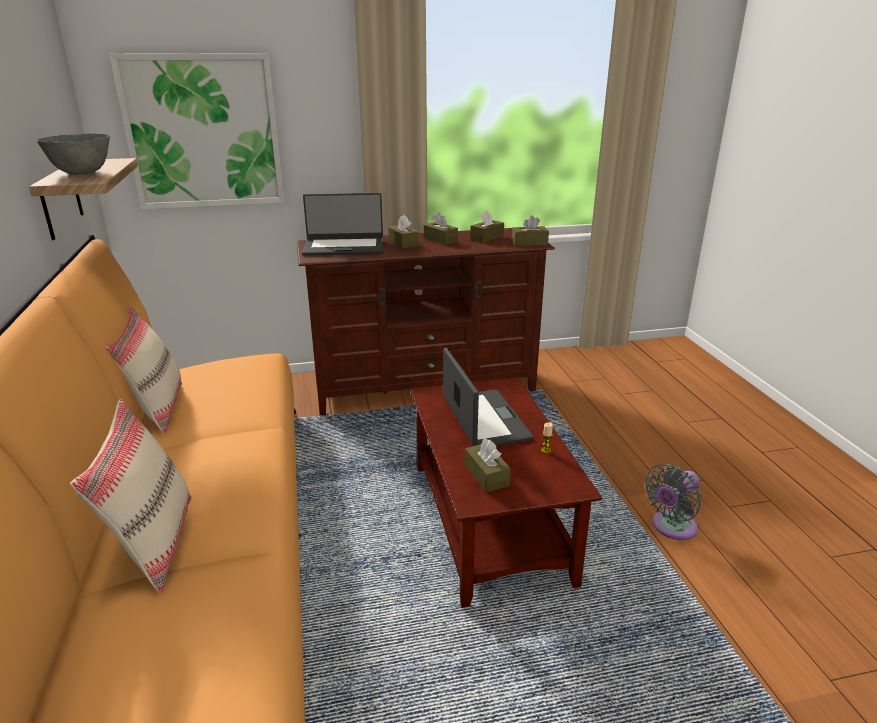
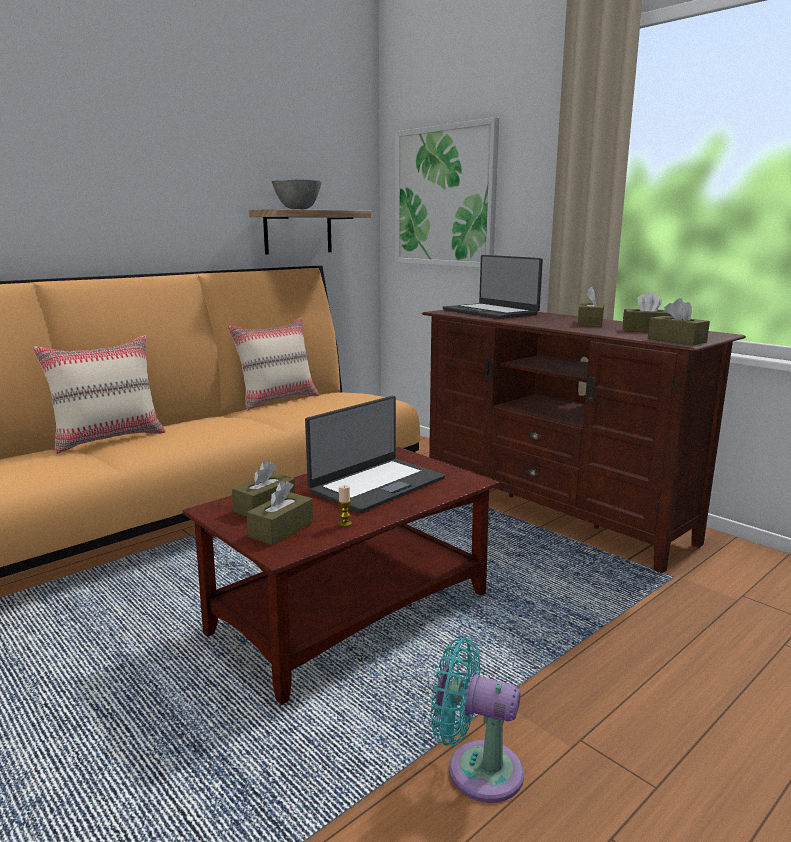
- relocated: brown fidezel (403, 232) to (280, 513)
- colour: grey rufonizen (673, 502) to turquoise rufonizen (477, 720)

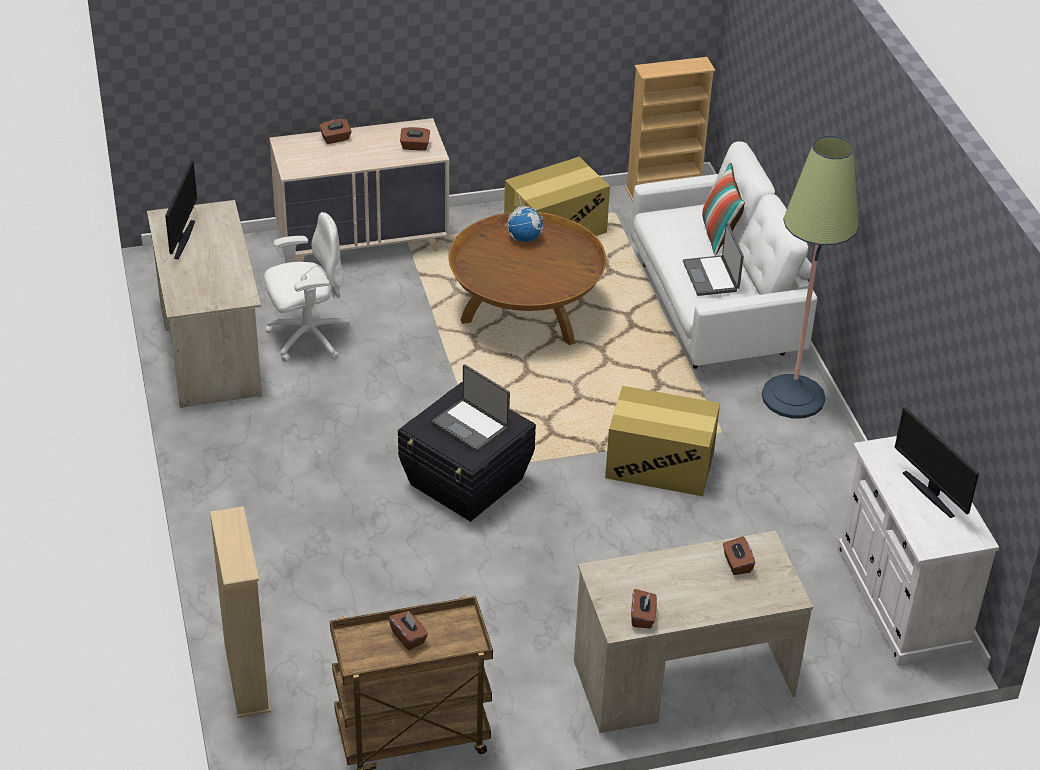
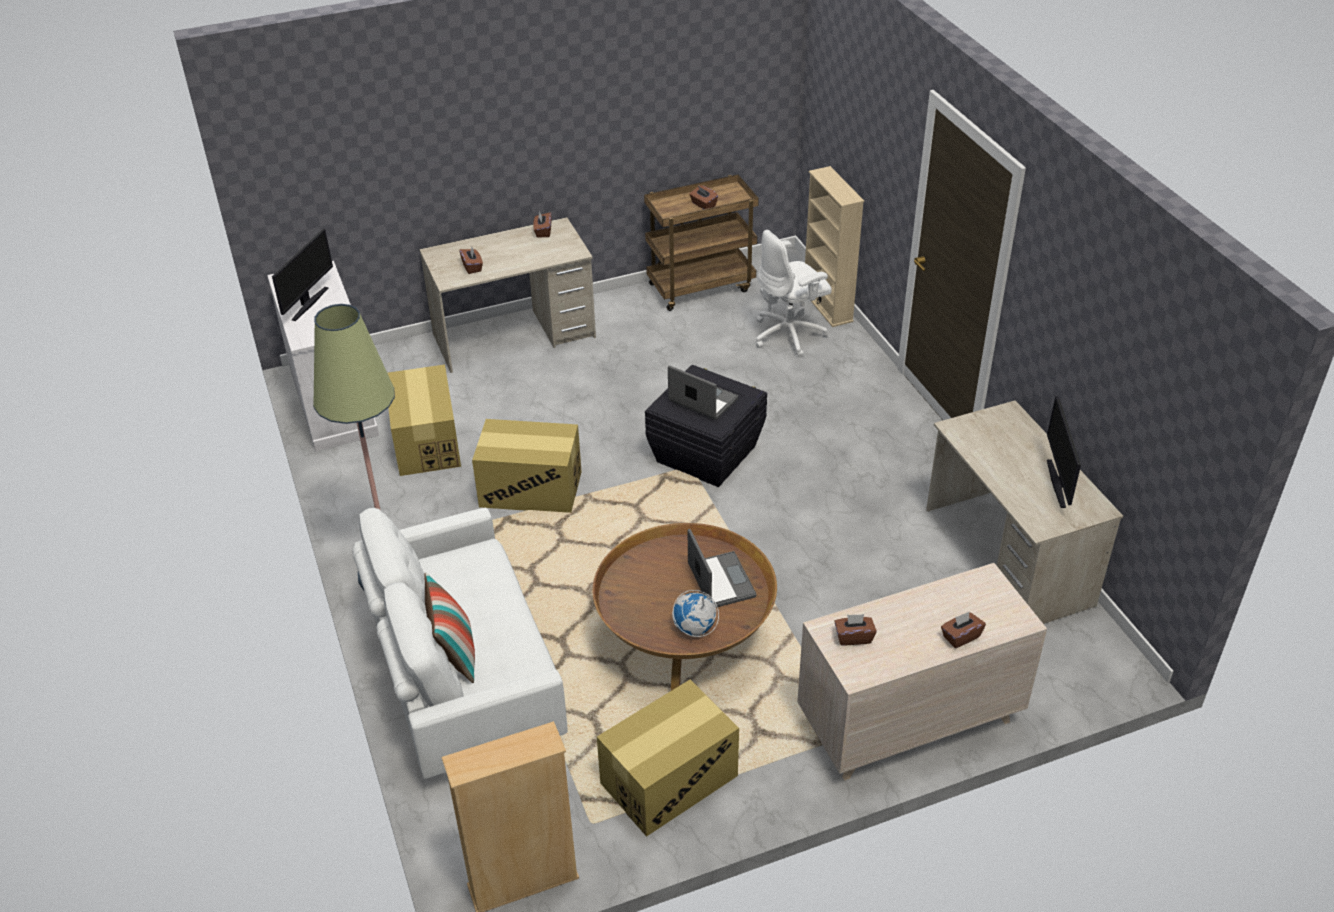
- relocated: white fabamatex (307, 287) to (794, 293)
- relocated: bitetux (713, 259) to (722, 568)
- spun: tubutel (936, 462) = (302, 275) 60 degrees clockwise
- appeared: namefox (424, 420)

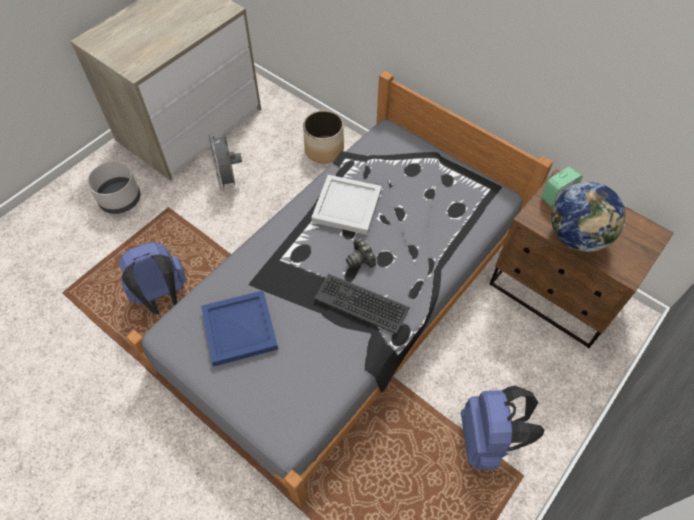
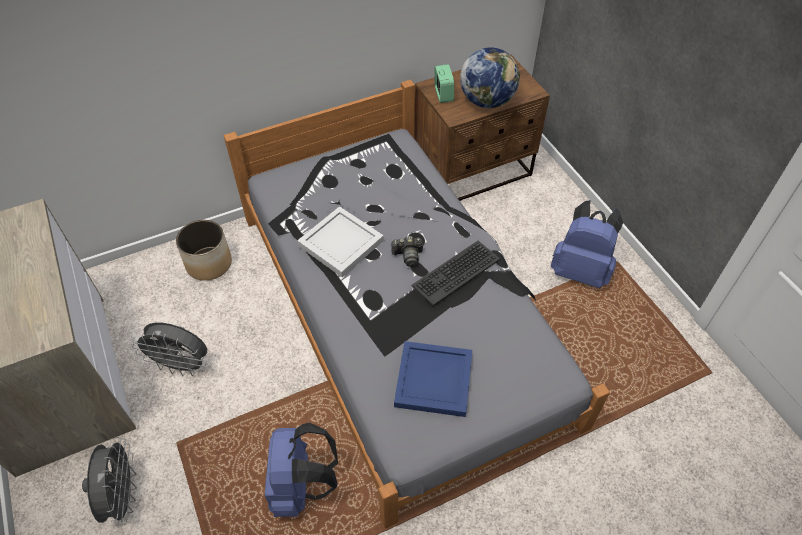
- exchanged: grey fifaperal (113, 188) to grey rufonizen (109, 481)

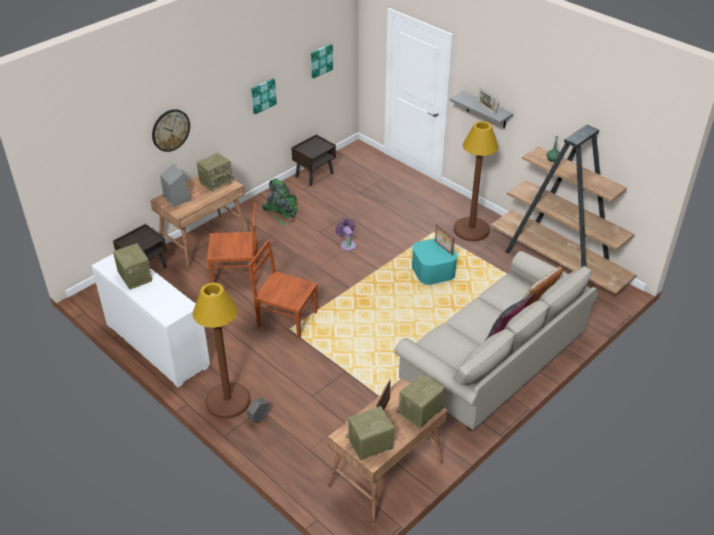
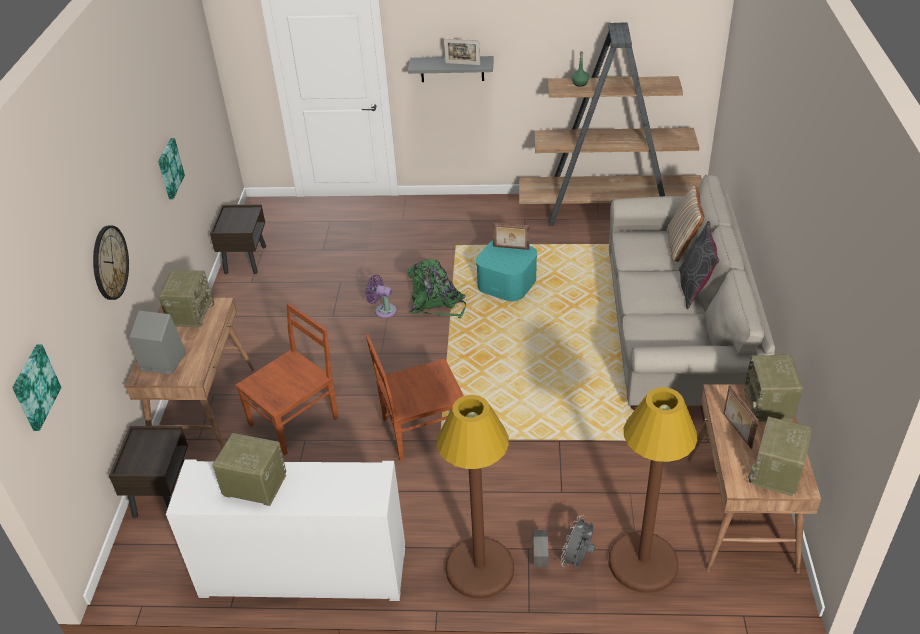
- relocated: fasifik (322, 61) to (37, 387)
- relocated: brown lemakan (476, 181) to (653, 490)
- relocated: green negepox (280, 202) to (436, 289)
- appeared: grey rufonizen (578, 541)

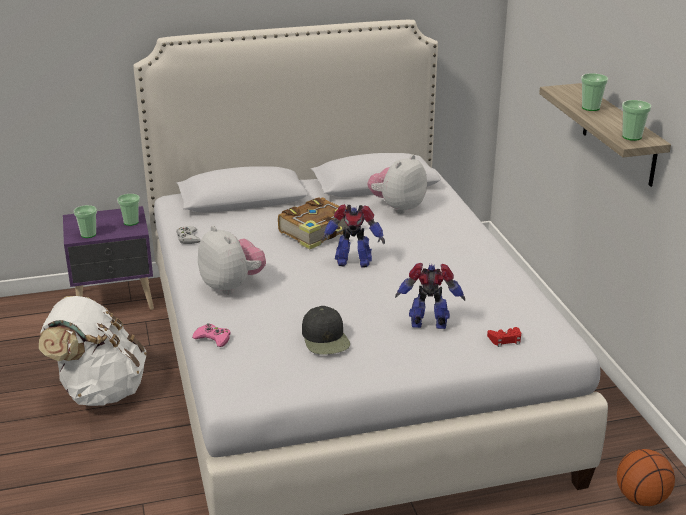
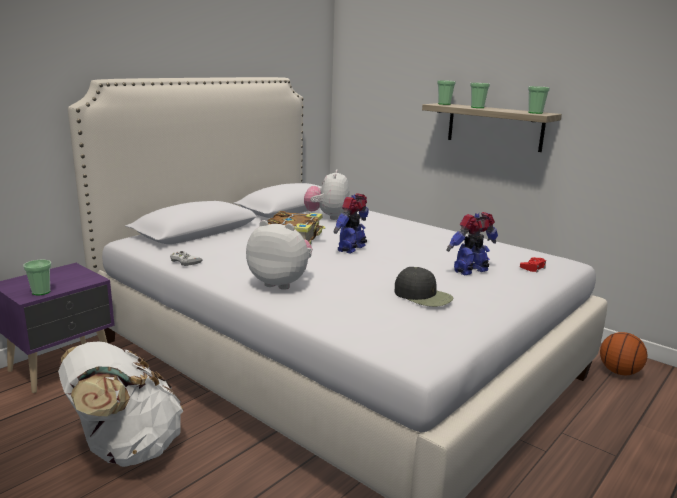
- relocated: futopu (128, 210) to (446, 92)
- spun: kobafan (353, 236) = (350, 223) 150 degrees clockwise
- missing: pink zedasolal (211, 335)

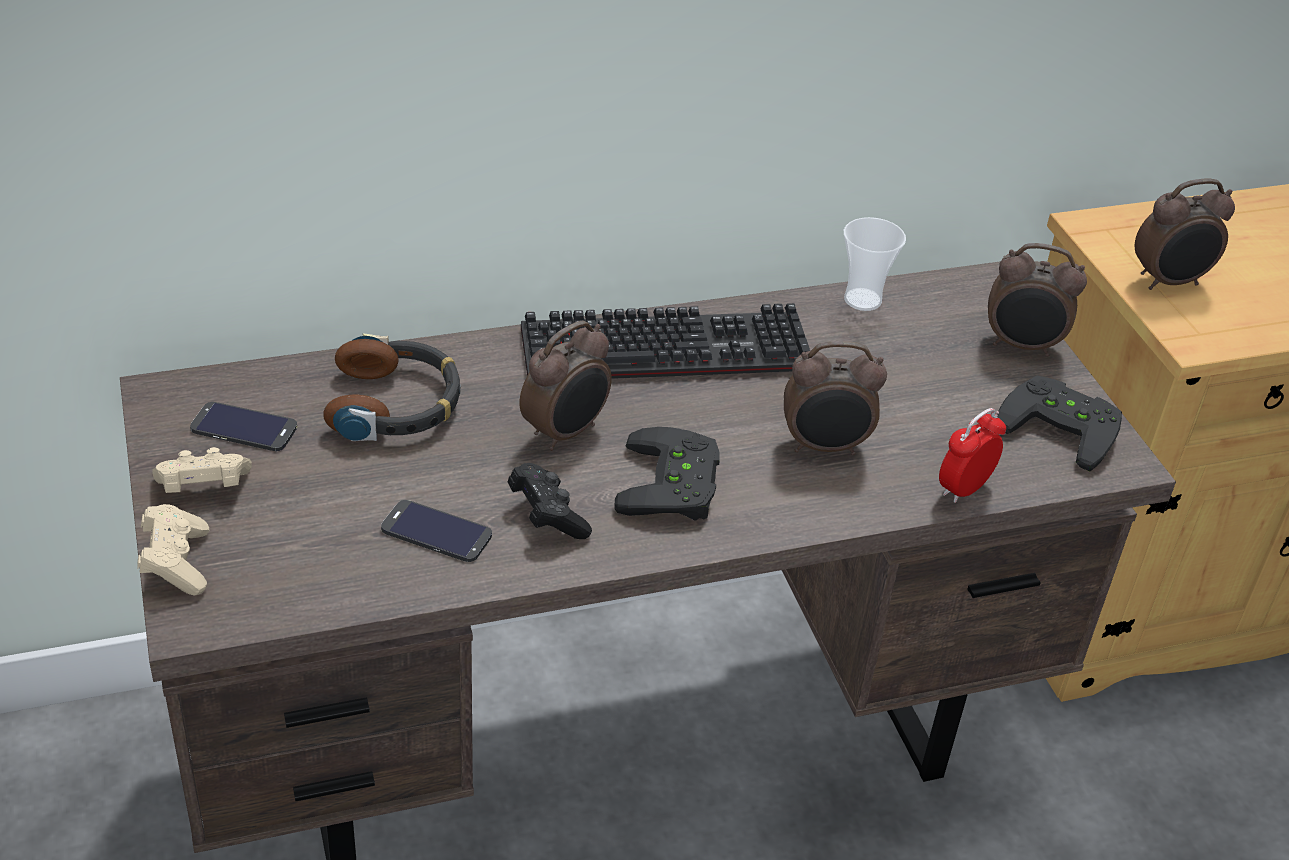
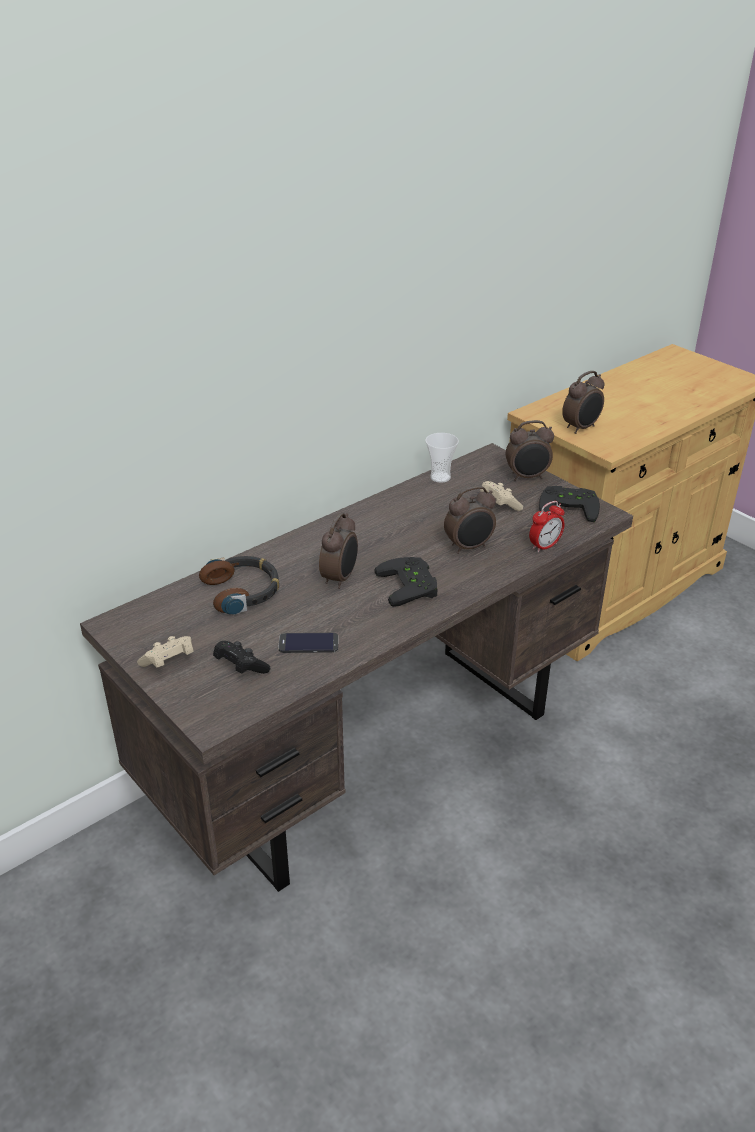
- missing: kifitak (665, 341)
- missing: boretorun (243, 426)
- spun: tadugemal (972, 455) = (547, 526) 150 degrees counterclockwise
- relocated: black zedasolal (550, 501) to (241, 657)
- relocated: beige zedasolal (173, 550) to (501, 496)

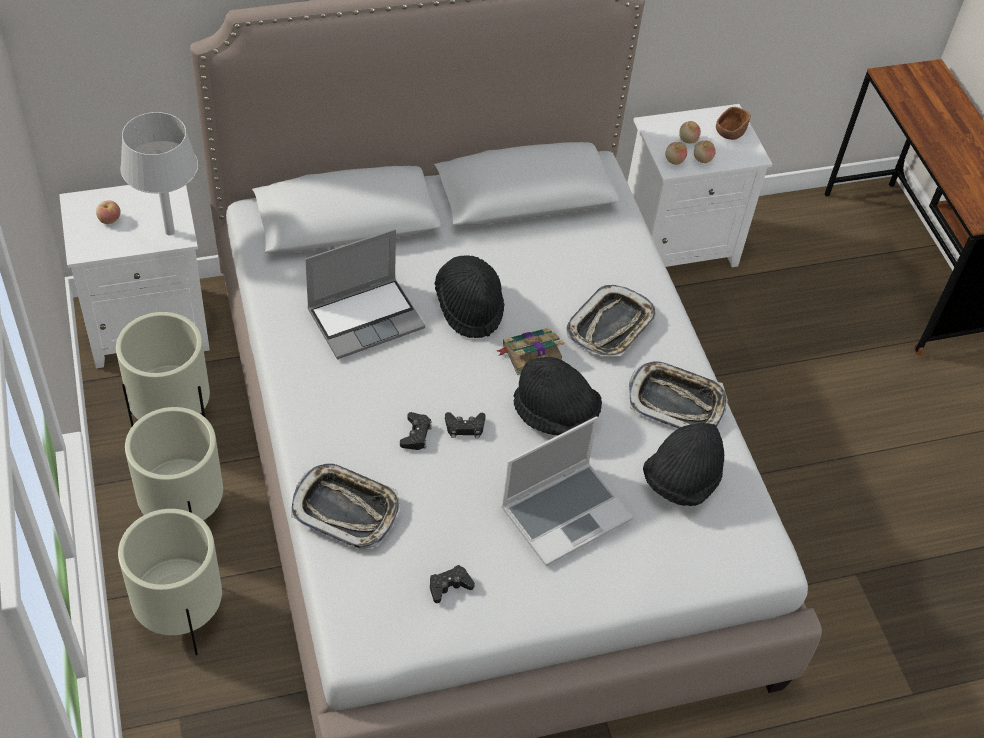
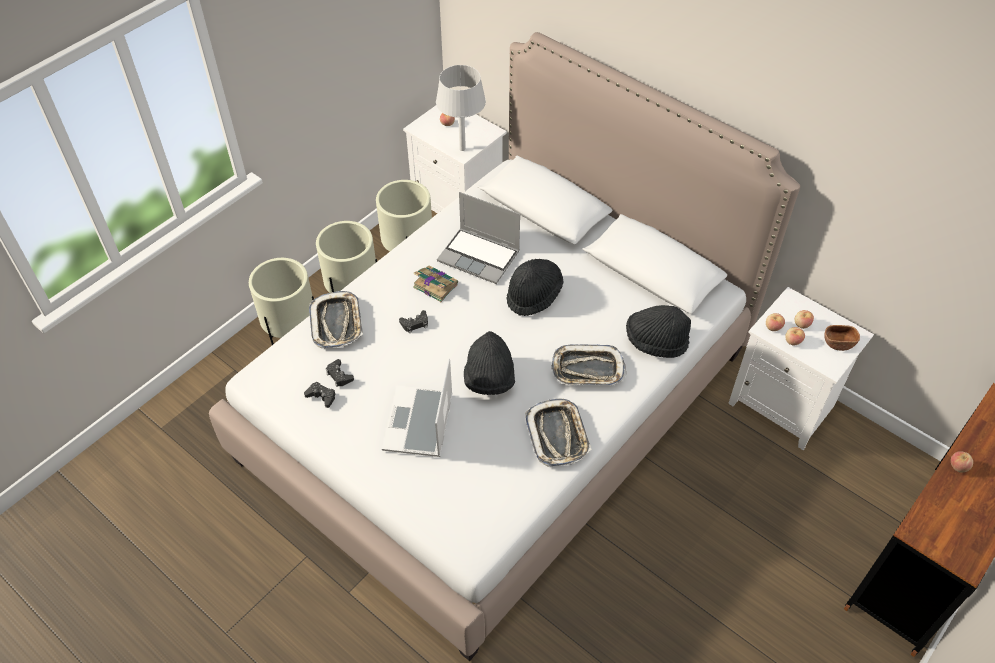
- relocated: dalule (530, 351) to (435, 283)
- relocated: black zedasolal (465, 425) to (340, 373)
- spun: bitetux (567, 491) = (417, 407) 75 degrees clockwise
- relocated: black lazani (683, 464) to (658, 331)
- appeared: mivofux (962, 461)

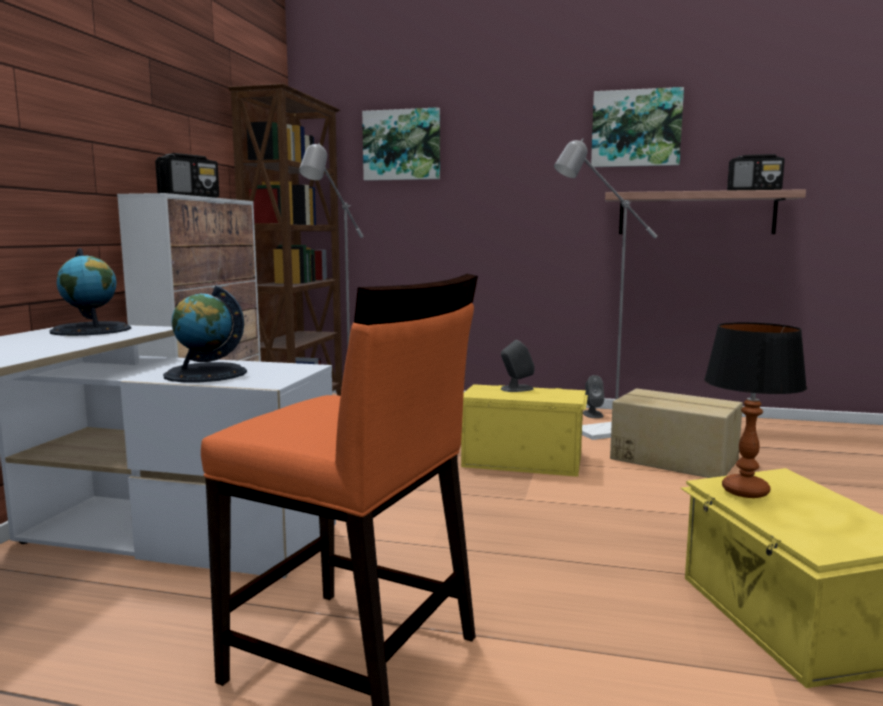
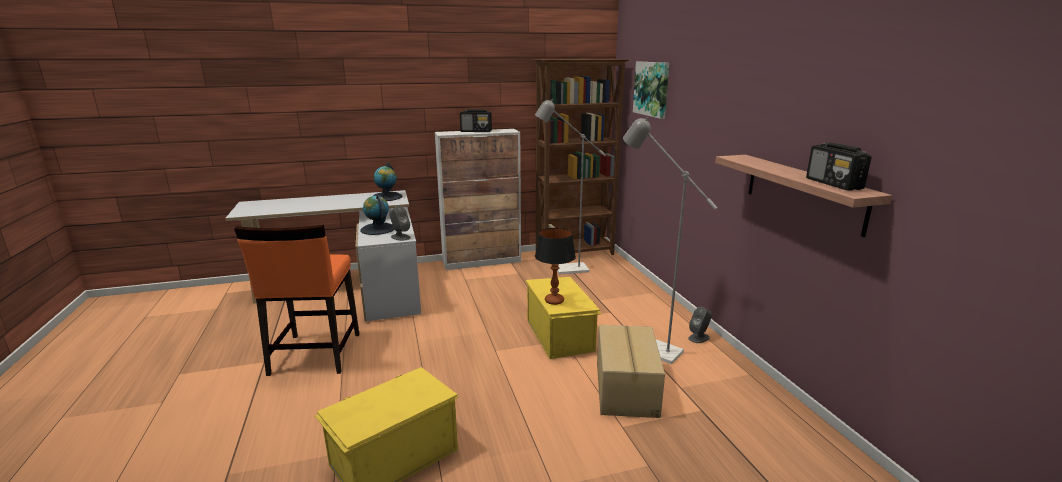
- missing: fasifik (637, 127)
- relocated: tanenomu (755, 410) to (555, 266)
- relocated: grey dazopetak (518, 366) to (400, 223)

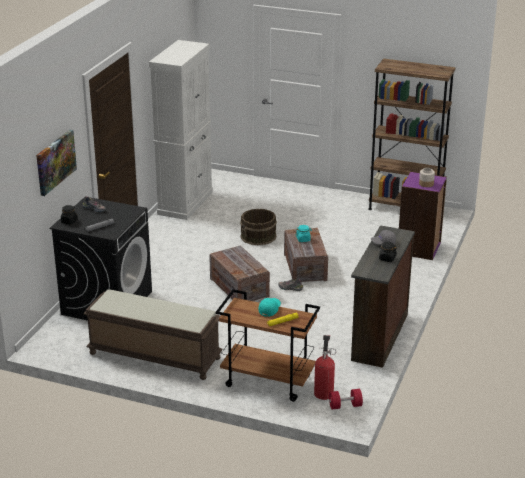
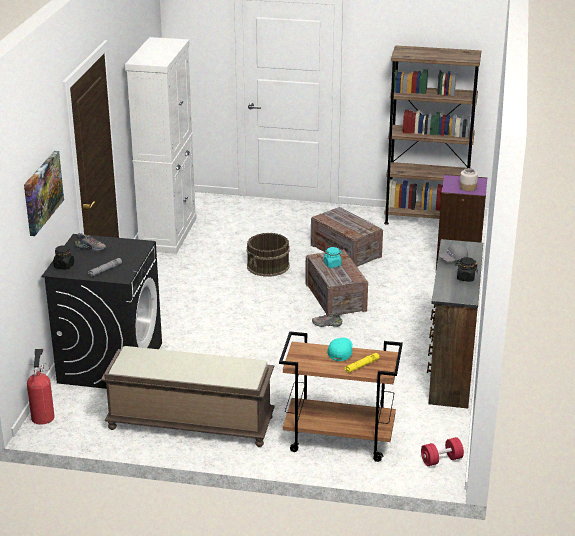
- relocated: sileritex (239, 273) to (347, 237)
- relocated: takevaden (325, 367) to (41, 387)

